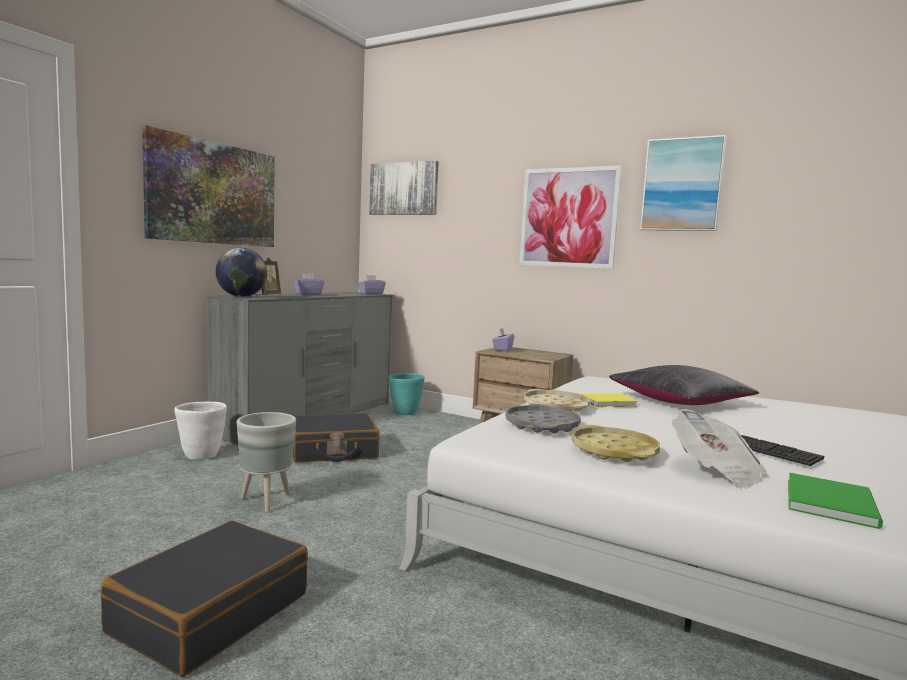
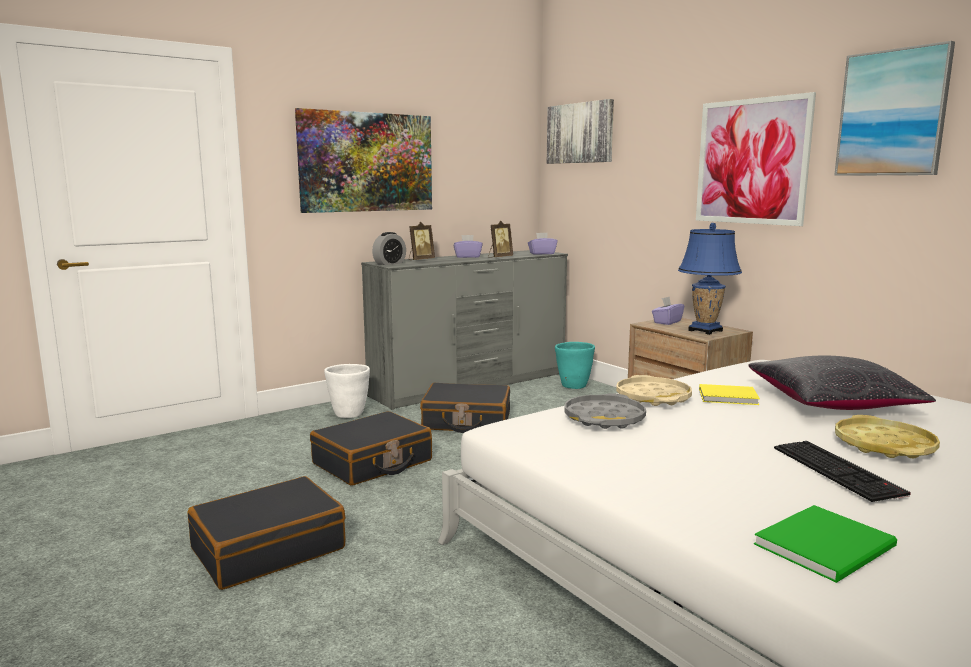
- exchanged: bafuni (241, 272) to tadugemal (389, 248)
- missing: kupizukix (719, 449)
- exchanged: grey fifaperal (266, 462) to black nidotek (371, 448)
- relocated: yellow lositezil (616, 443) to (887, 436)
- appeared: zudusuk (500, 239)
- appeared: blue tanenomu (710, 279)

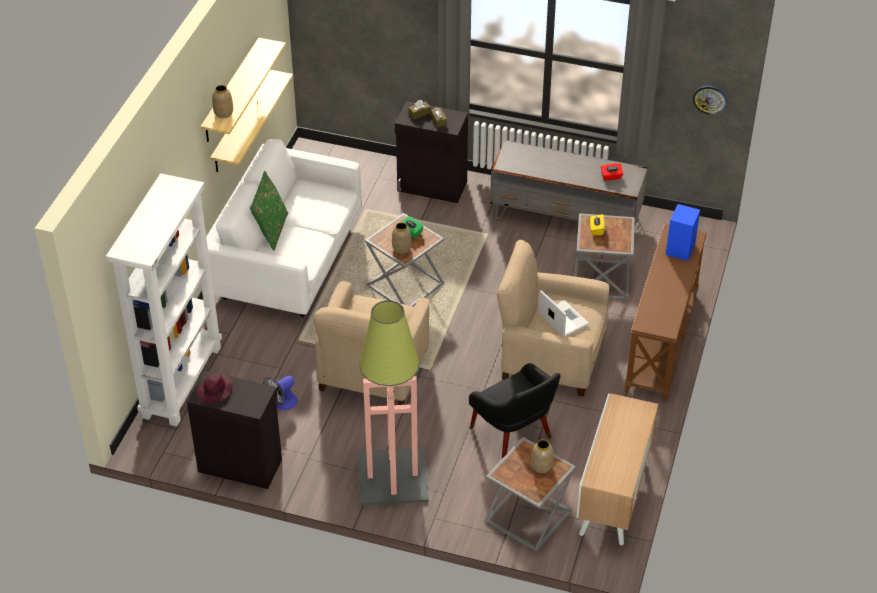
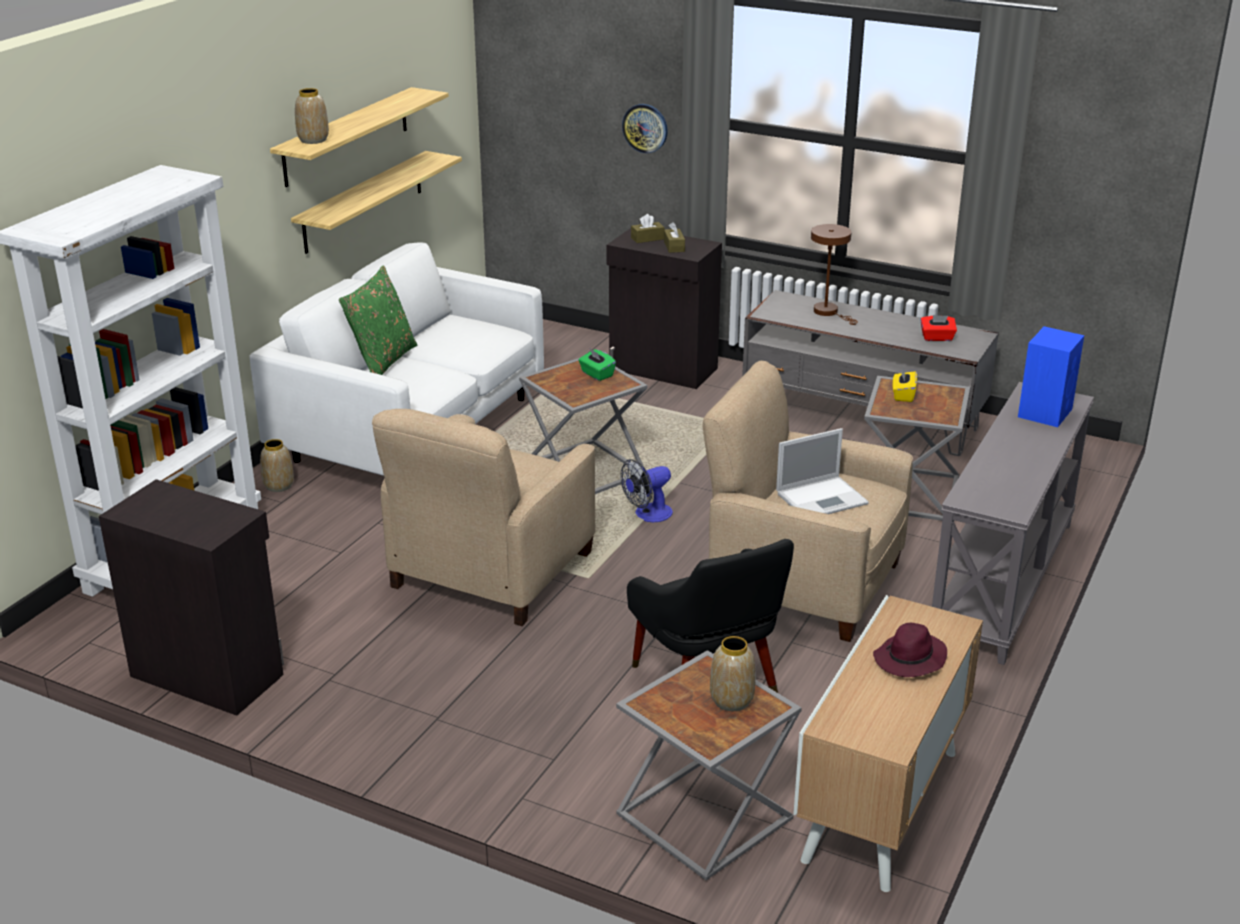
- relocated: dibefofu (710, 100) to (645, 128)
- relocated: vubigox (401, 238) to (277, 465)
- colour: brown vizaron (666, 312) to grey vizaron (1013, 523)
- spun: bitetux (563, 313) = (822, 471) 90 degrees clockwise
- missing: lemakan (393, 403)
- relocated: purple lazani (214, 388) to (910, 650)
- relocated: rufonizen (280, 393) to (646, 490)
- appeared: brown tanenomu (834, 274)

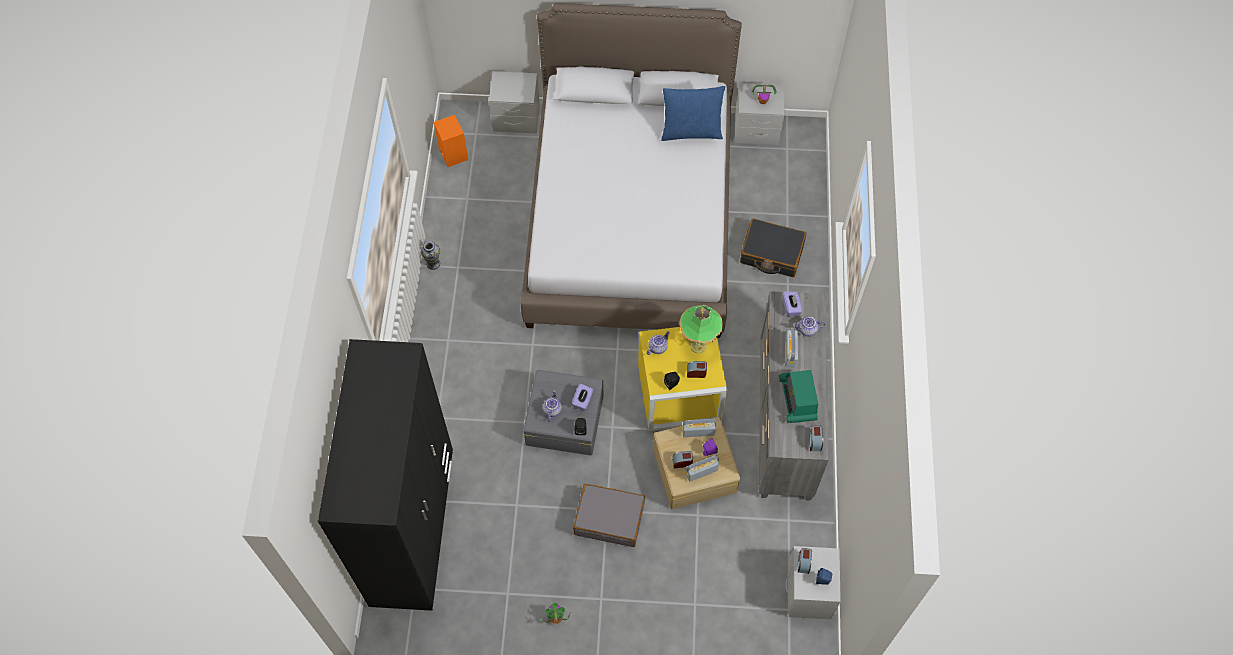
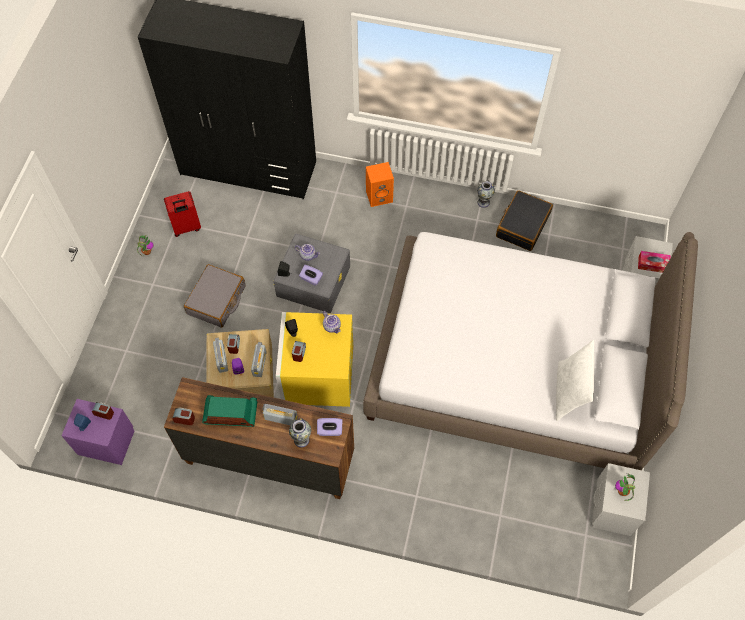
- colour: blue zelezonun (693, 113) to white zelezonun (575, 380)
- relocated: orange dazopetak (451, 141) to (380, 184)
- relocated: black nidotek (773, 247) to (524, 220)
- colour: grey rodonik (794, 396) to brown rodonik (259, 438)
- missing: tanenomu (701, 329)
- exchanged: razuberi (809, 326) to vubigox (300, 433)
- colour: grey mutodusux (813, 582) to purple mutodusux (97, 432)
- appeared: red nidotek (182, 214)
- appeared: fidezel (654, 262)

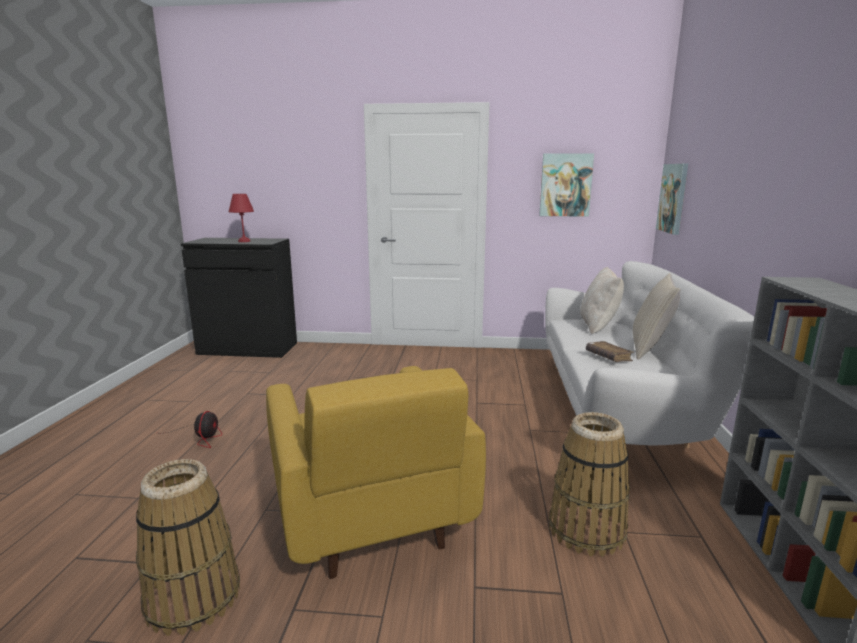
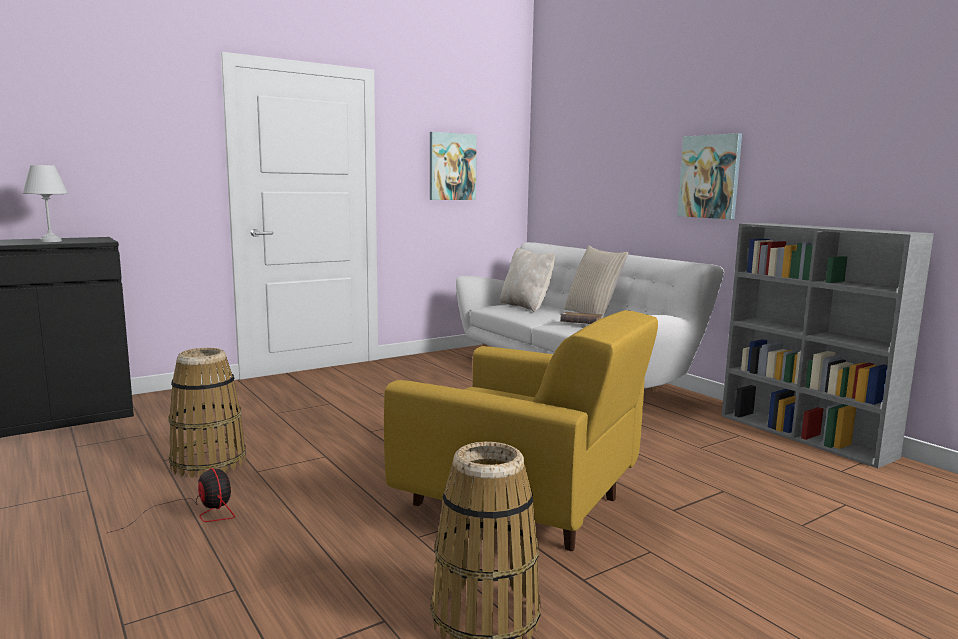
- relocated: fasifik (672, 199) to (709, 176)
- colour: red tanenomu (241, 218) to white tanenomu (45, 203)
- relocated: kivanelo (589, 484) to (207, 413)

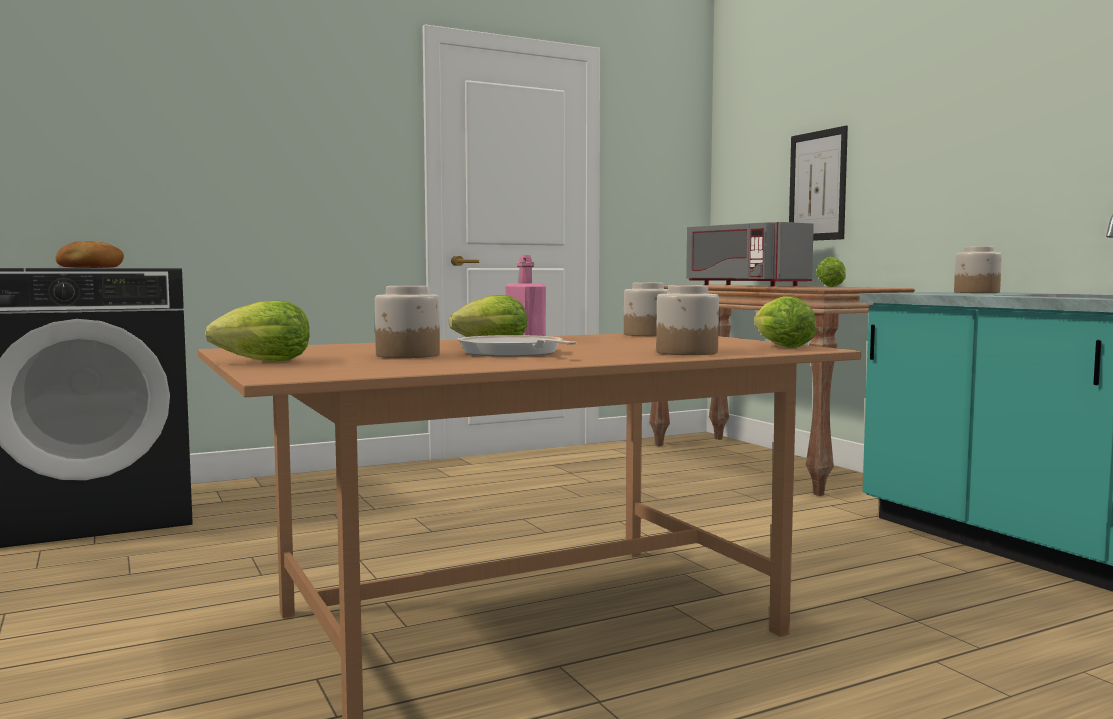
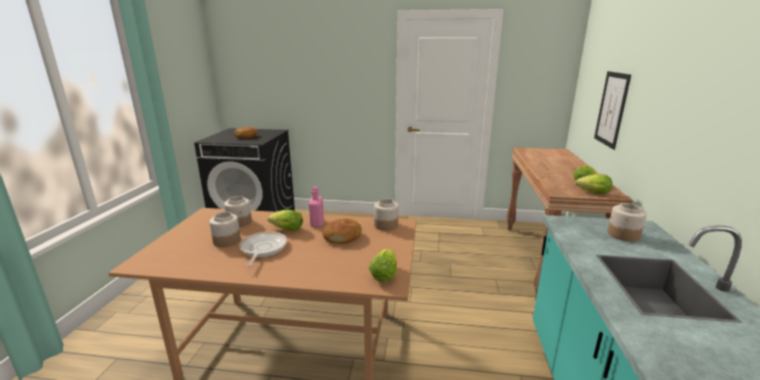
- missing: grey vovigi (750, 254)
- relocated: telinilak (687, 320) to (238, 211)
- relocated: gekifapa (257, 331) to (594, 184)
- appeared: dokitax (342, 231)

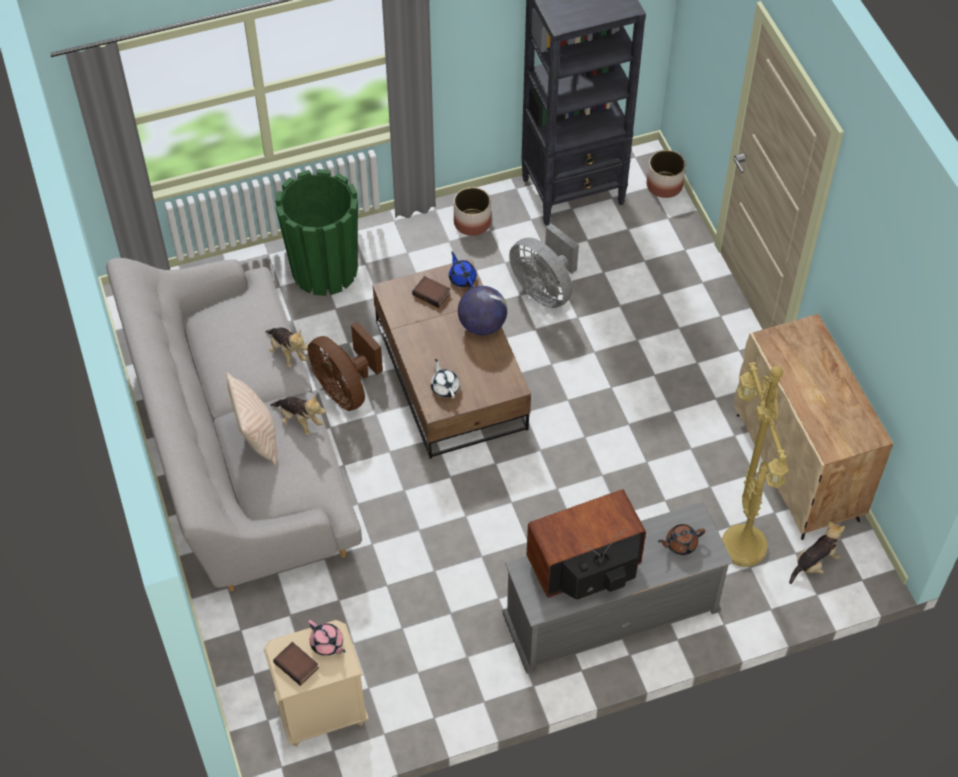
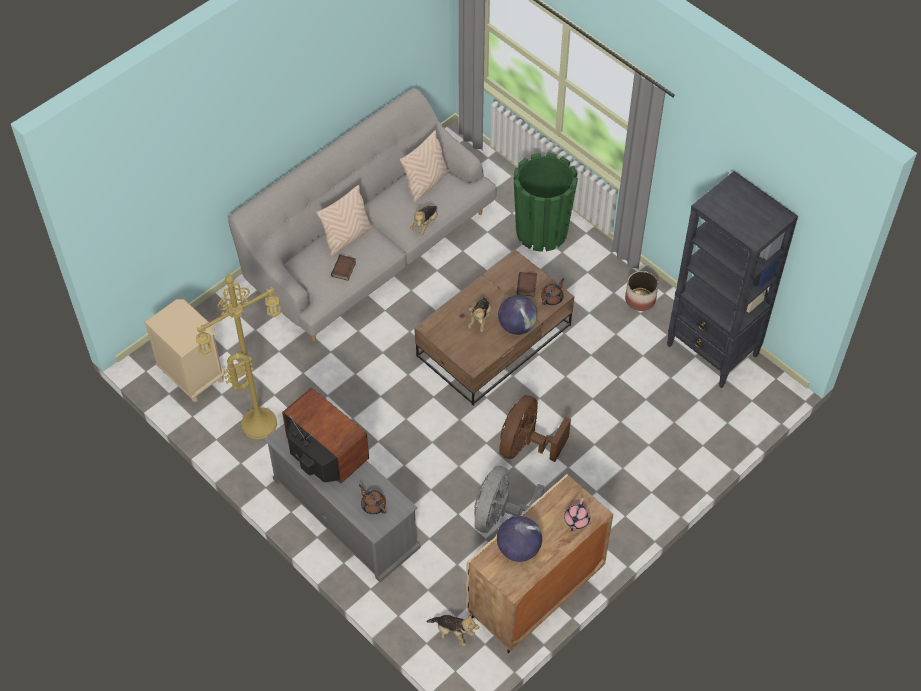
- missing: fifaperal (666, 174)
- relocated: grey rufonizen (544, 265) to (509, 499)
- colour: blue razuberi (463, 270) to brown razuberi (552, 291)
- relocated: brown rufonizen (345, 366) to (535, 428)
- missing: white razuberi (445, 379)
- relocated: yellow lemakan (755, 464) to (238, 357)
- relocated: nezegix (298, 414) to (479, 314)
- relocated: pink razuberi (327, 638) to (577, 514)
- relocated: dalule (296, 664) to (343, 268)
- appeared: beige zelezonun (424, 166)
- appeared: bafuni (519, 539)

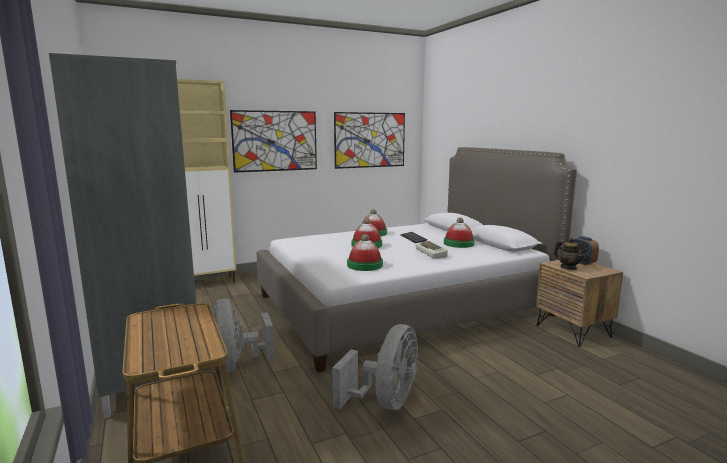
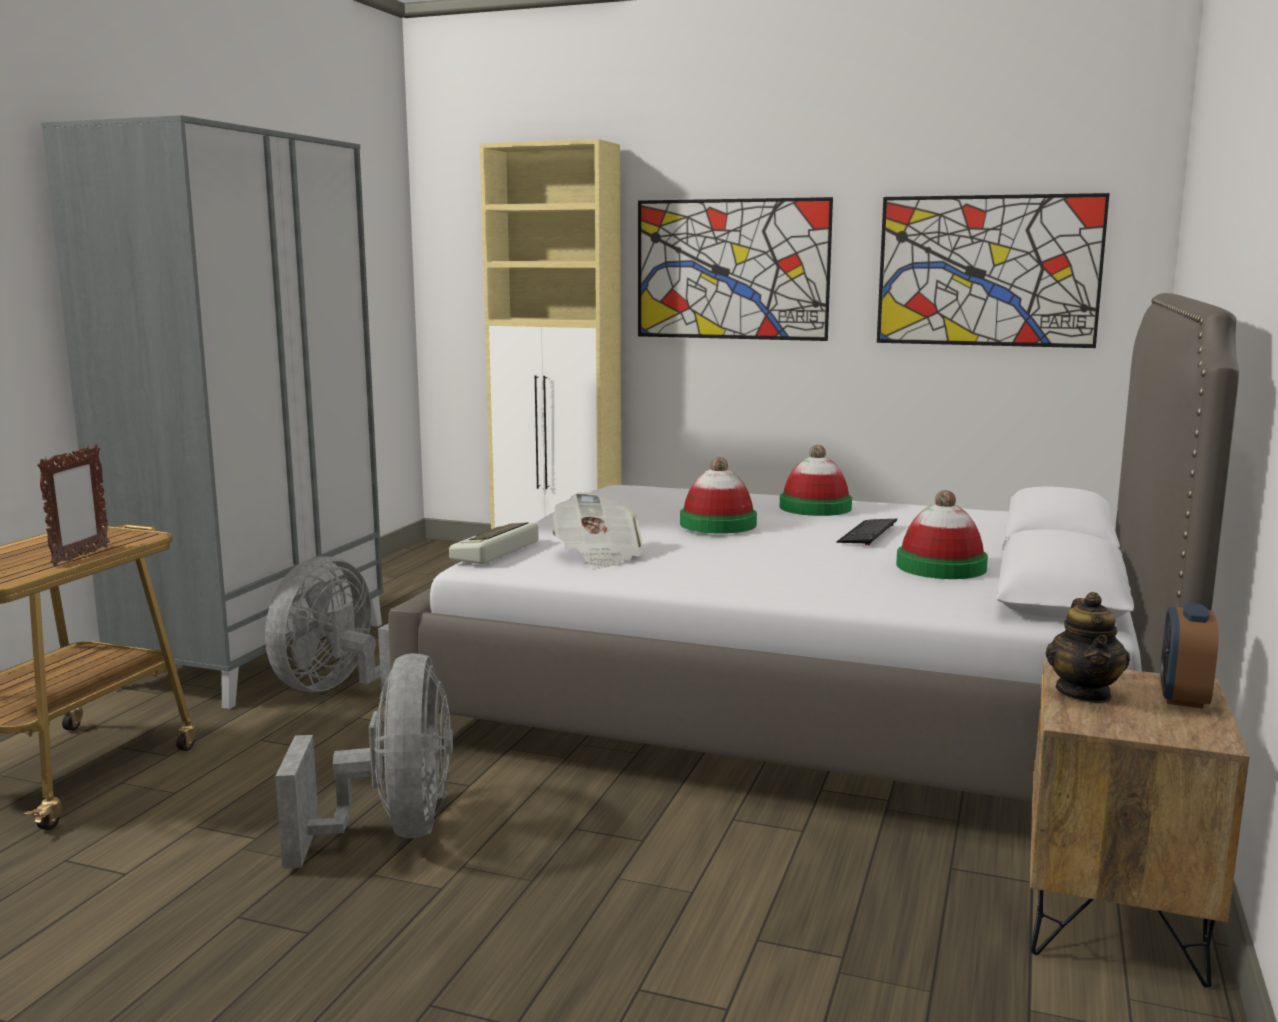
- exchanged: lazani (365, 252) to kupizukix (597, 530)
- relocated: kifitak (432, 249) to (494, 543)
- spun: grey rufonizen (375, 367) = (364, 761) 75 degrees counterclockwise
- appeared: zudusuk (73, 505)

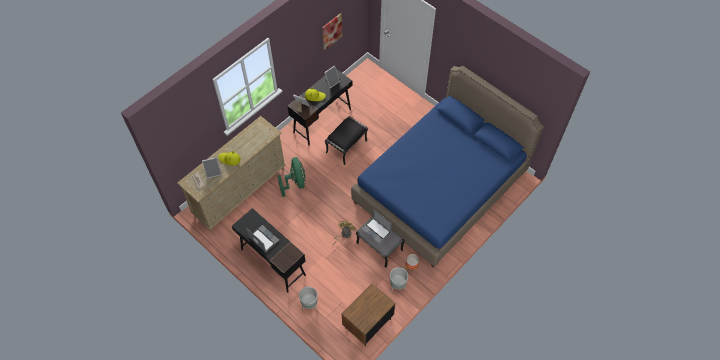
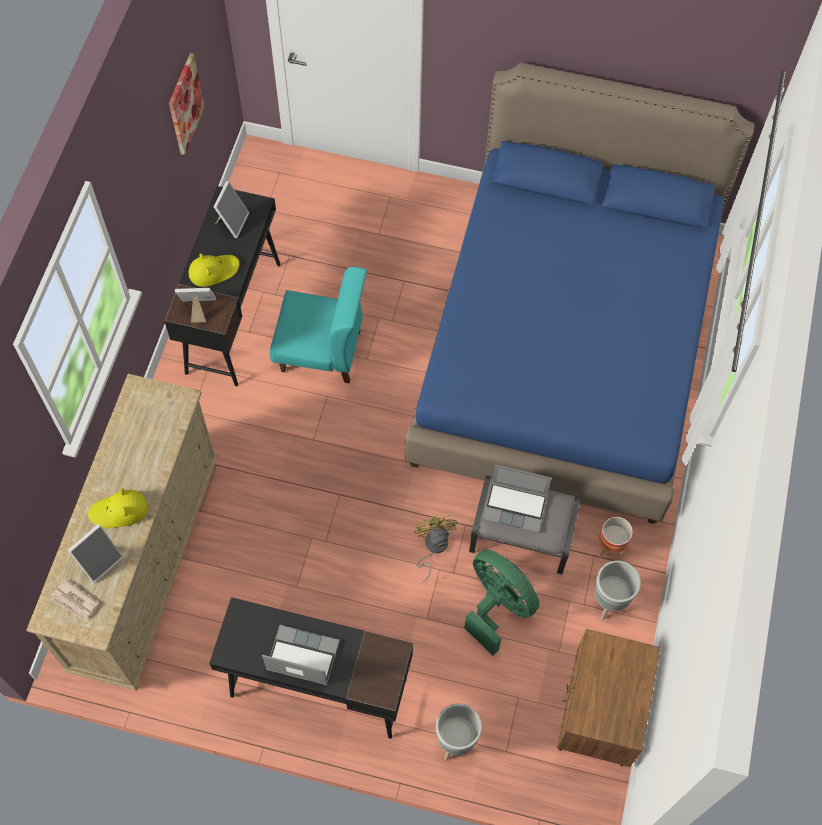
- exchanged: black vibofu (346, 140) to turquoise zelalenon (318, 325)
- relocated: green rufonizen (291, 177) to (502, 602)

